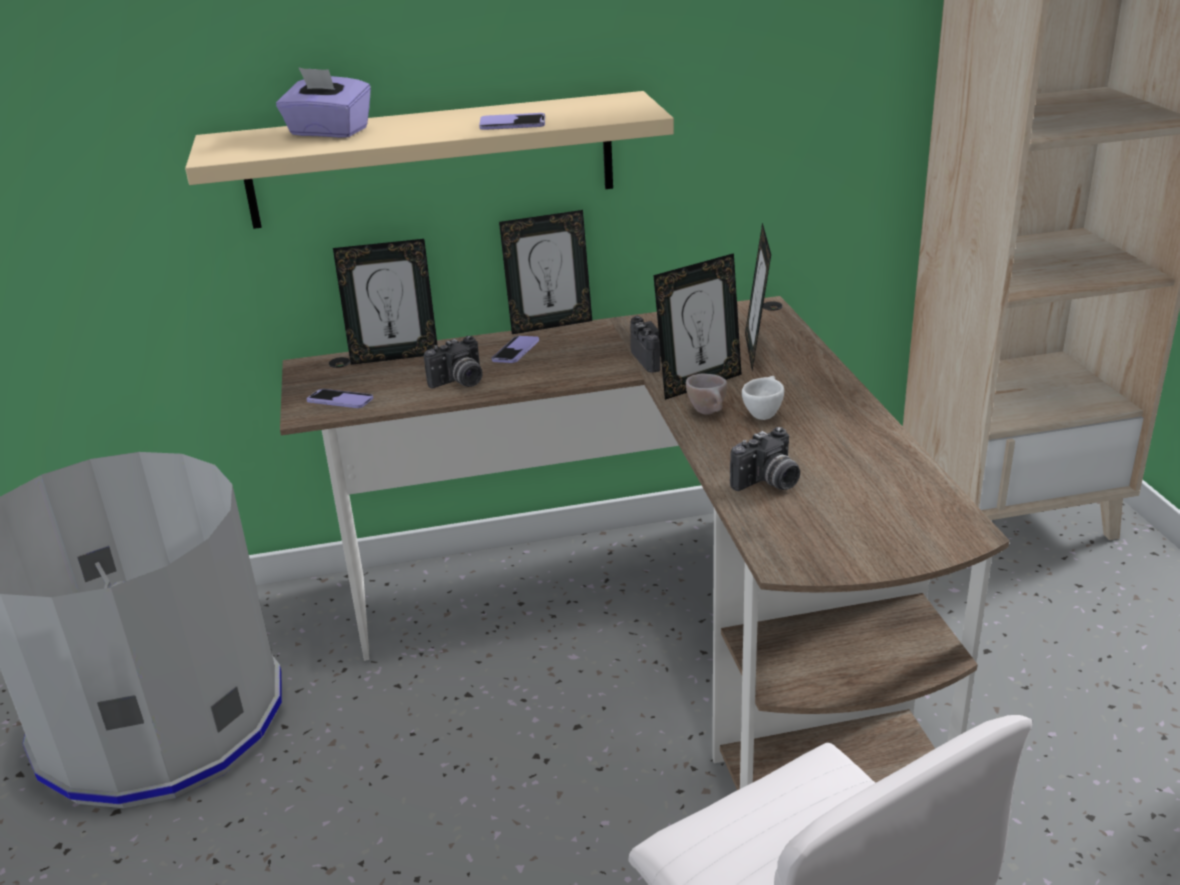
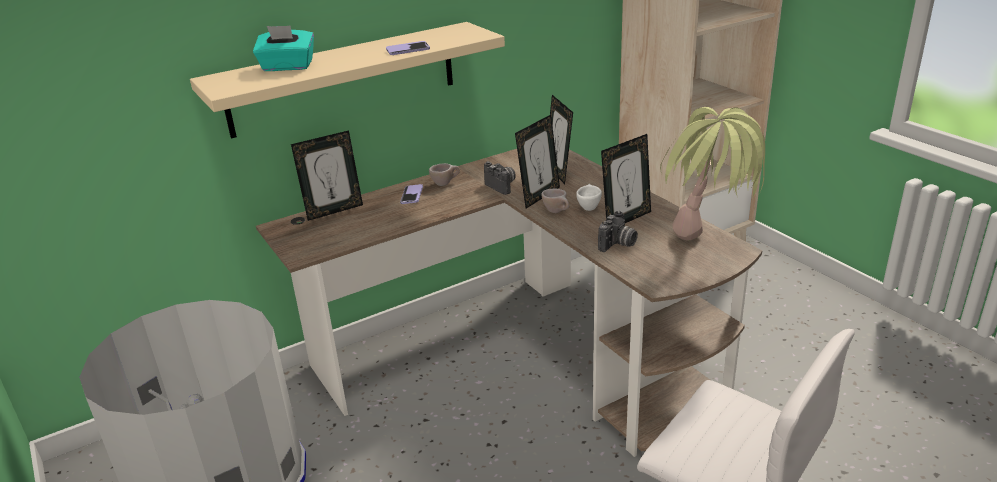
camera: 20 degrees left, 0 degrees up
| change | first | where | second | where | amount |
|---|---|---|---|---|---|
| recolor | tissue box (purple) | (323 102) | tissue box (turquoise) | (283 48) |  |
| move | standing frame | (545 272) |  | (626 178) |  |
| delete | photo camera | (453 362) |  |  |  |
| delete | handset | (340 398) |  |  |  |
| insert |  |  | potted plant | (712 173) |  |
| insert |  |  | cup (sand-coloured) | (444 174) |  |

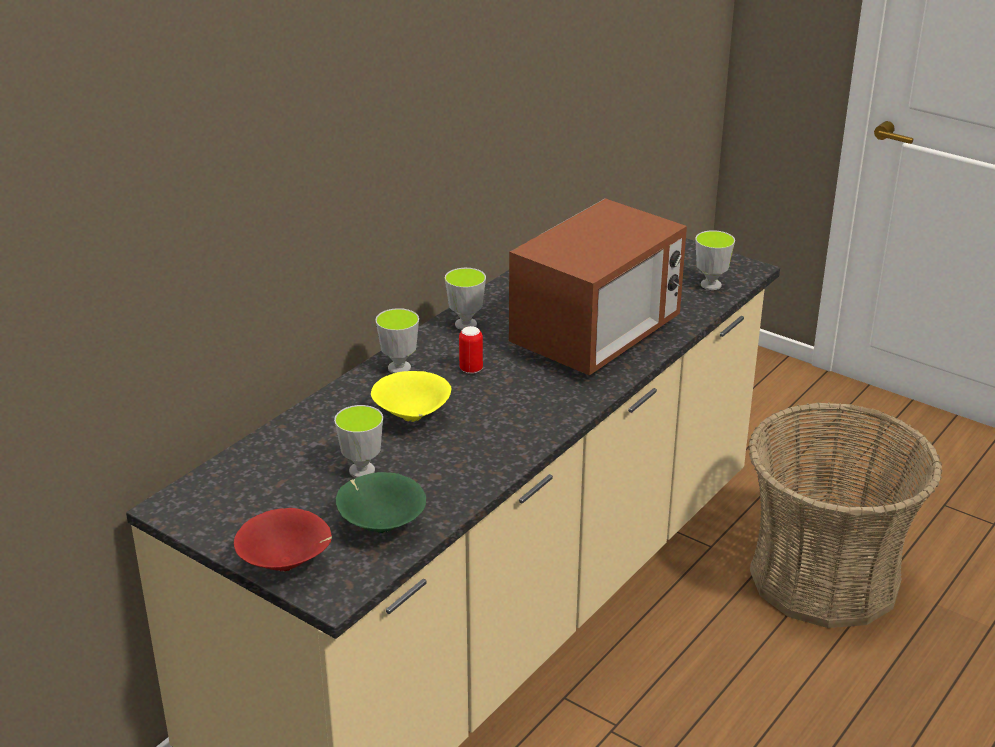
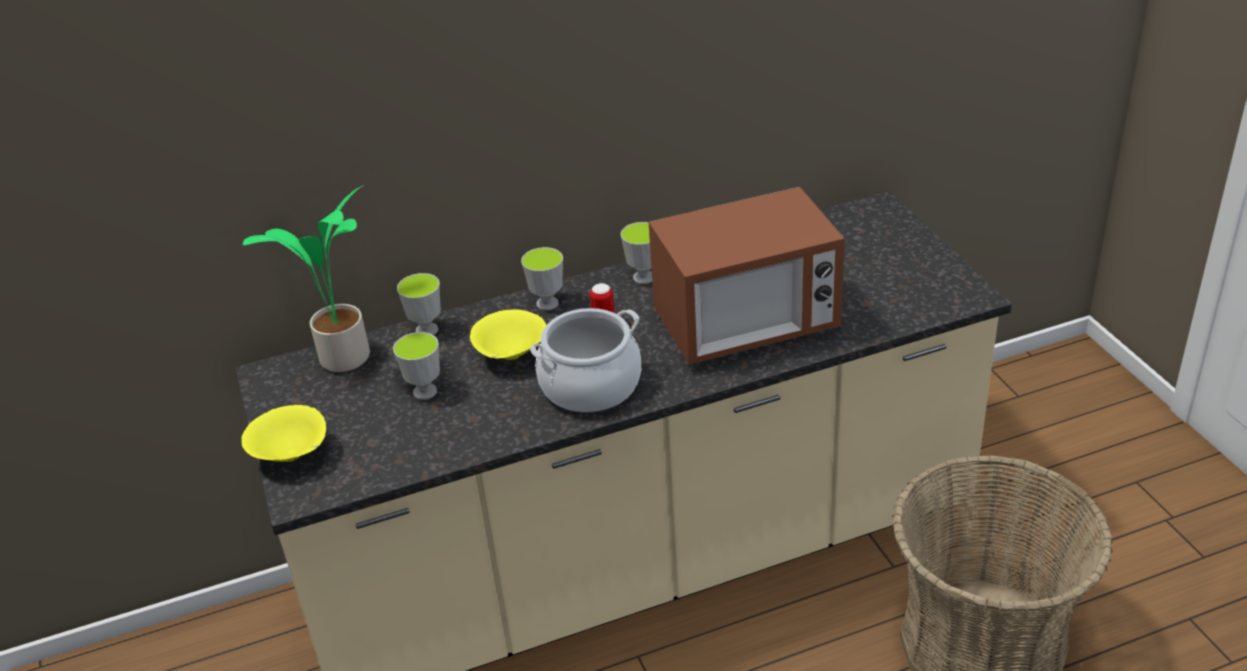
camera: 35 degrees right, 5 degrees up
| change | first | where | second | where | amount |
|---|---|---|---|---|---|
| move | cup | (715 260) |  | (419 304) |  |
| delete | bowl (green) | (381 502) |  |  |  |
| recolor | bowl (reddish) | (283 539) | bowl (yellow-coloured) | (283 433) |  |
| insert |  |  | potted plant | (306 278) |  |
| insert |  |  | stockpot | (585 360) |  |

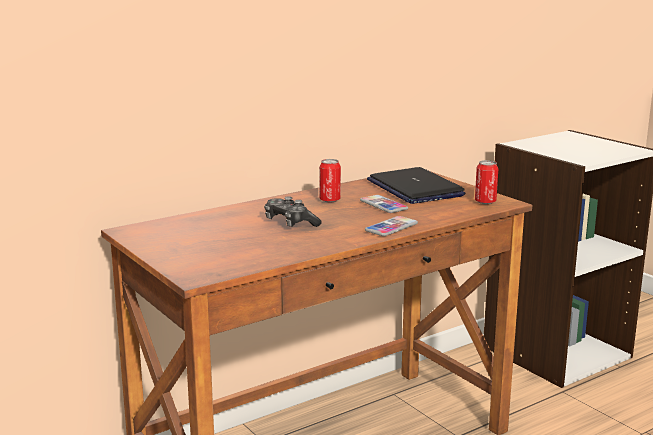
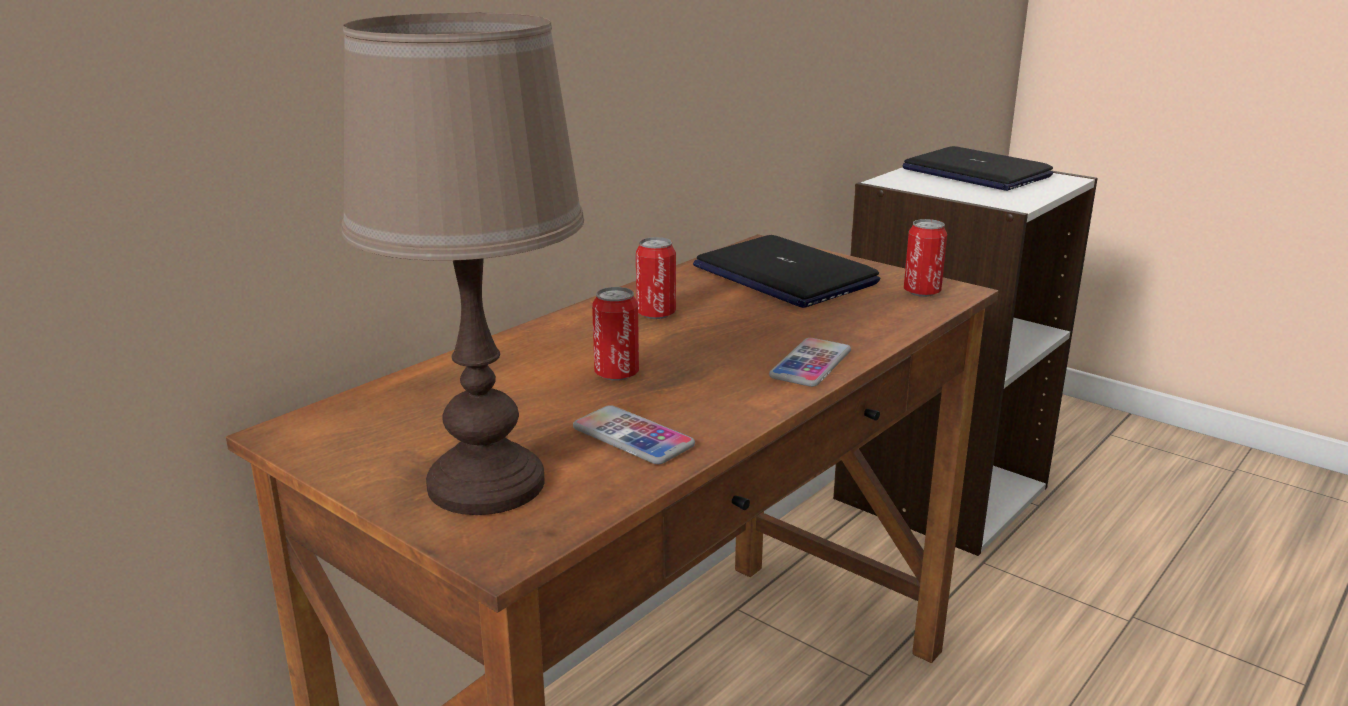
camera: 15 degrees left, 5 degrees up
| change | first | where | second | where | amount |
|---|---|---|---|---|---|
| move | handset | (384 204) |  | (634 434) |  |
| replace | gamepad | (293 211) | sealed can | (615 334) |  |
| insert |  |  | tabletop lamp (brown-coloured) | (462 263) |  |
| insert |  |  | portable computer | (978 168) |  |

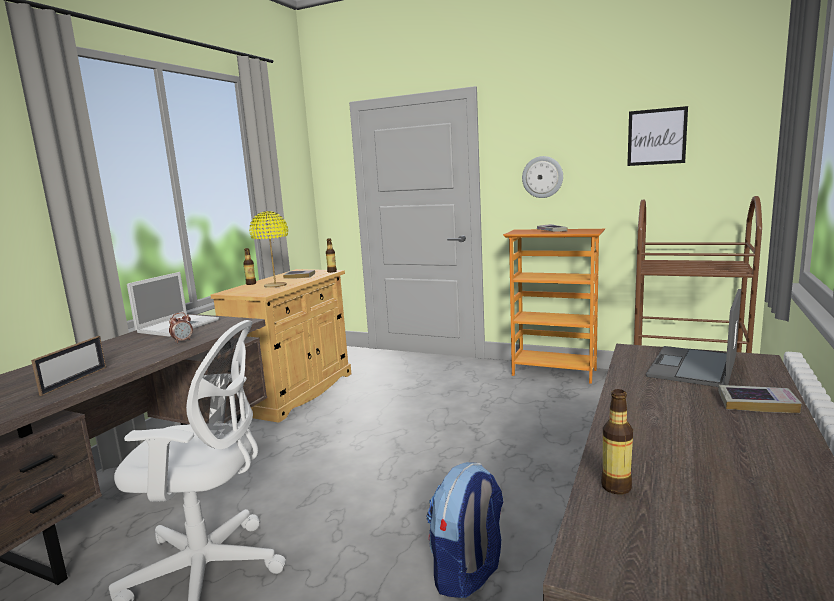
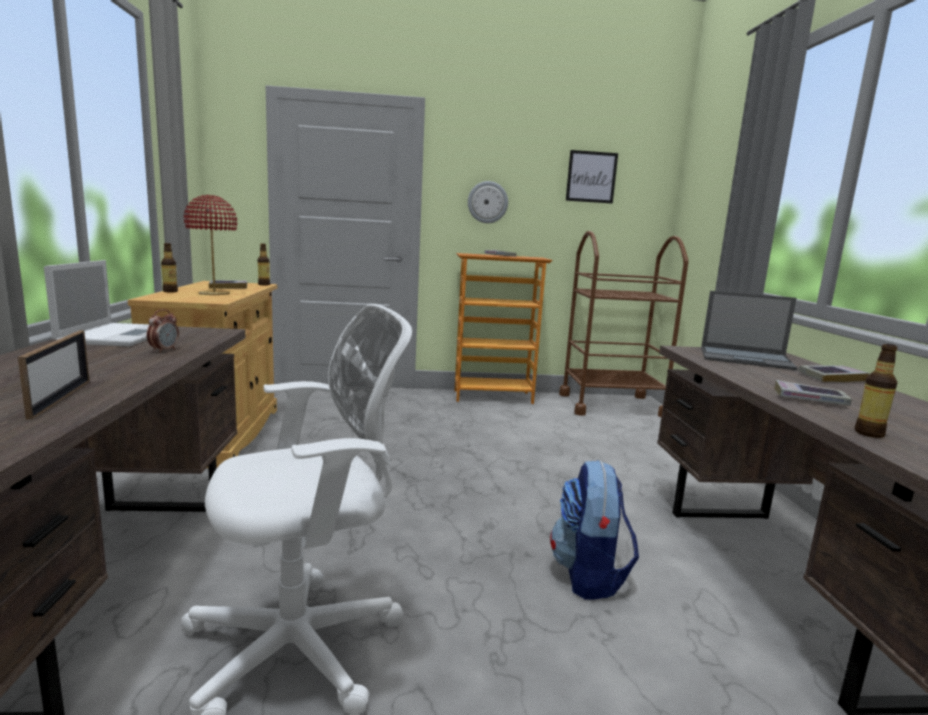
camera: 30 degrees left, 0 degrees up
| change | first | where | second | where | amount |
|---|---|---|---|---|---|
| recolor | tabletop lamp (yellow-coloured) | (268 249) | tabletop lamp (reddish) | (210 245) |  |
| rotate | portable computer | (693 338) |  | (749 330) | 75 degrees counterclockwise |
| insert |  |  | bound book | (813 393) |  |

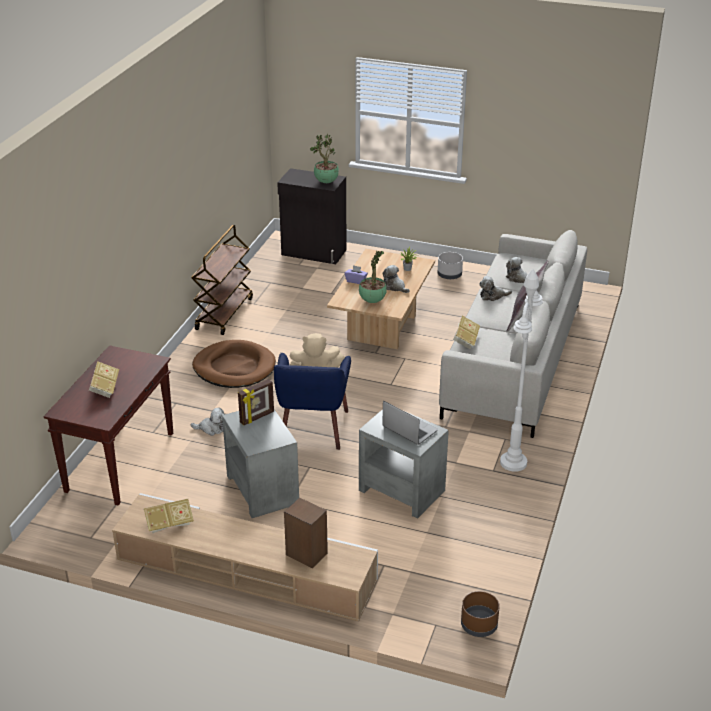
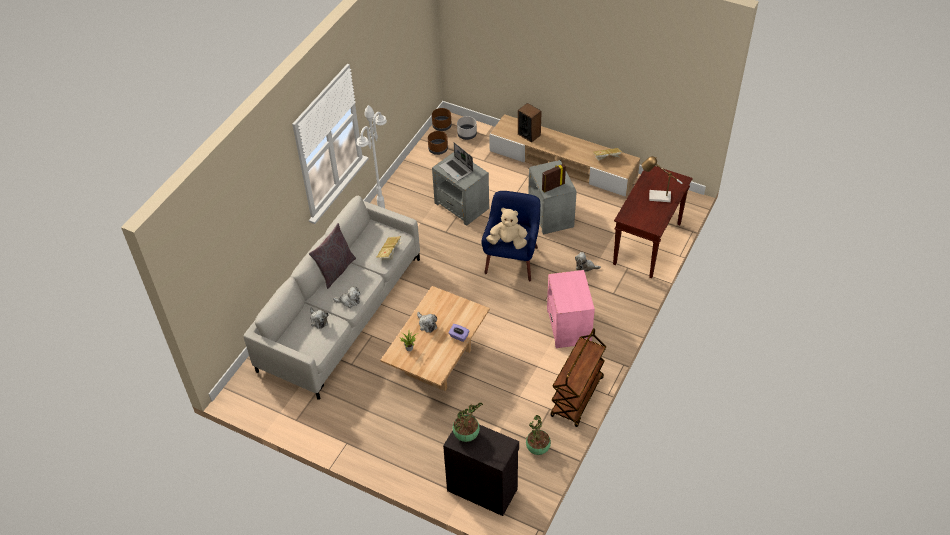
camera: 170 degrees left, 15 degrees up
| change | first | where | second | where | amount |
|---|---|---|---|---|---|
| move | potted plant | (373 277) |  | (538 435) |  |
| move | flower pot (gray) | (450 265) |  | (467 128) |  |
| replace | pet bed (brown-coloured) | (234 364) | accent table (pink) | (571 309) |  |
| replace | bound book | (104 379) | tabletop lamp | (661 179) |  |
| insert |  |  | flower pot (brown-coloured) | (438 143) |  |

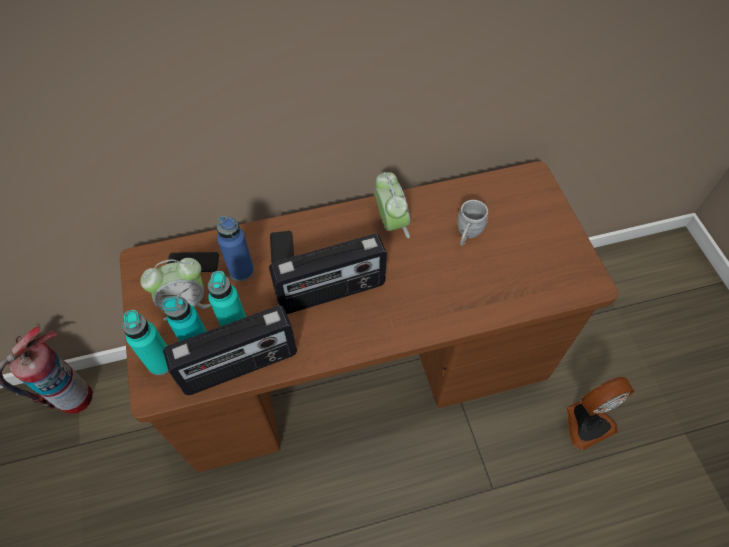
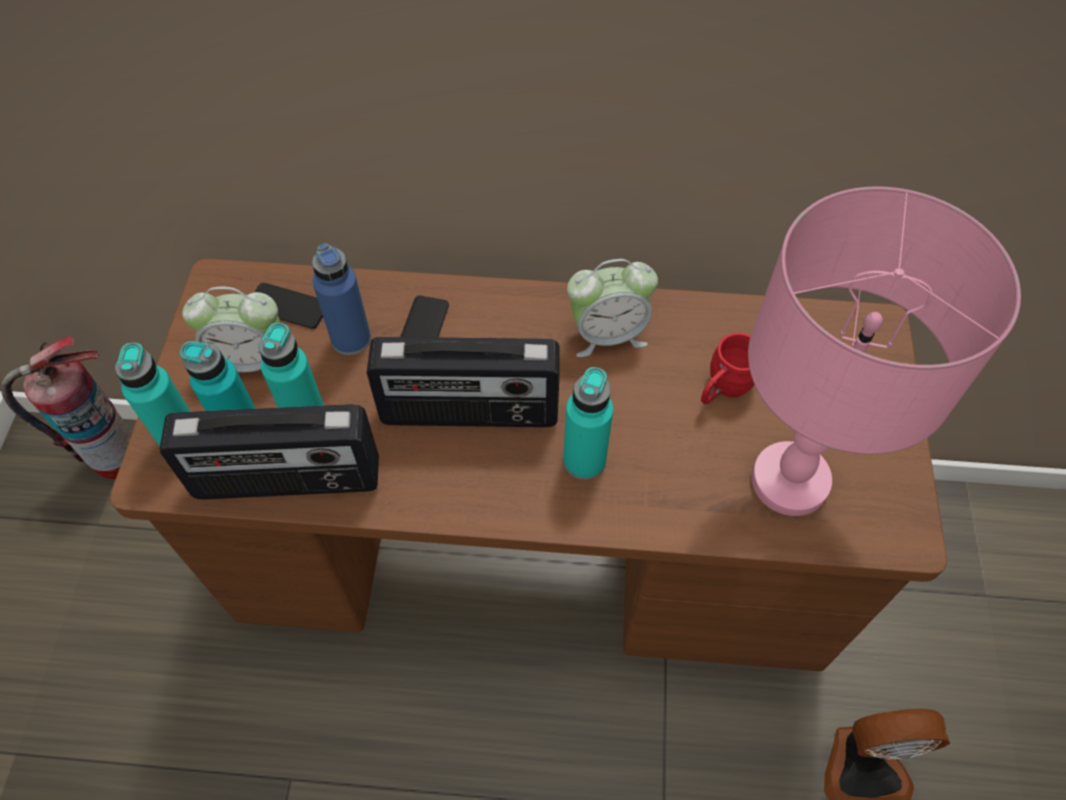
camera: 20 degrees right, 0 degrees up
| change | first | where | second | where | amount |
|---|---|---|---|---|---|
| rotate | table clock | (392 205) |  | (612 308) | 75 degrees clockwise |
| recolor | mug (gray) | (472 223) | mug (reddish) | (728 368) |  |
| insert |  |  | tabletop lamp (pink) | (884 351) |  |
| insert |  |  | bottle (turquoise) | (588 423) |  |

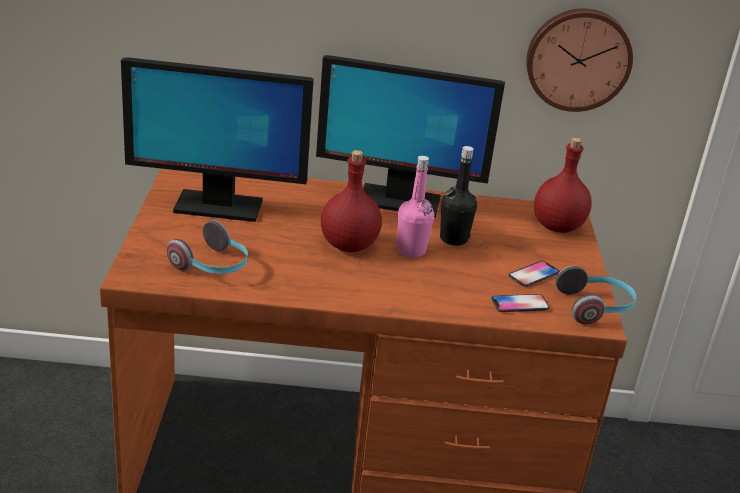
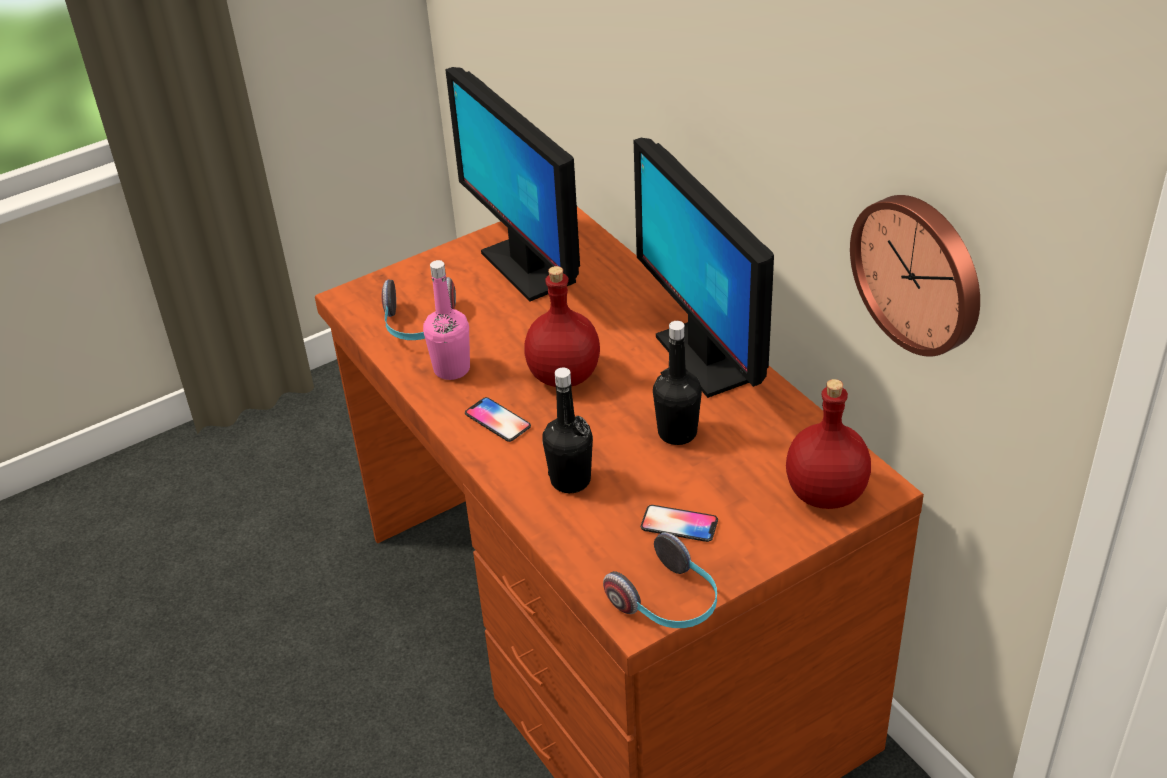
camera: 60 degrees right, 10 degrees up
| change | first | where | second | where | amount |
|---|---|---|---|---|---|
| move | bottle (pink) | (415 207) |  | (446 320) |  |
| move | handset | (520 303) |  | (498 419) |  |
| insert |  |  | bottle (black) | (567 430) |  |

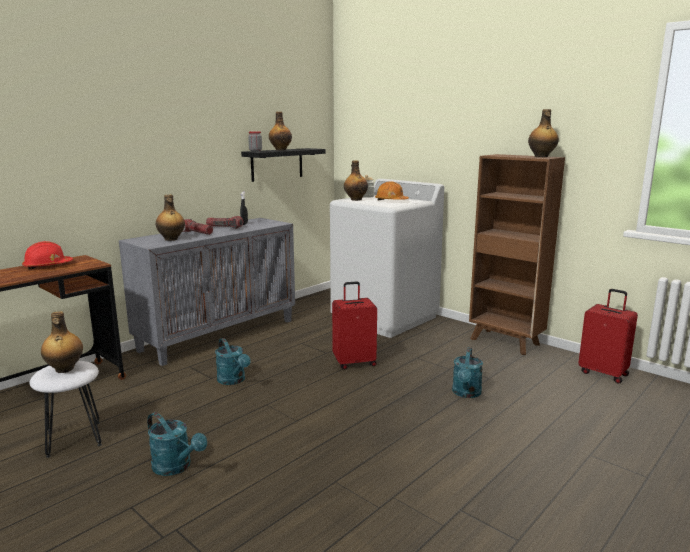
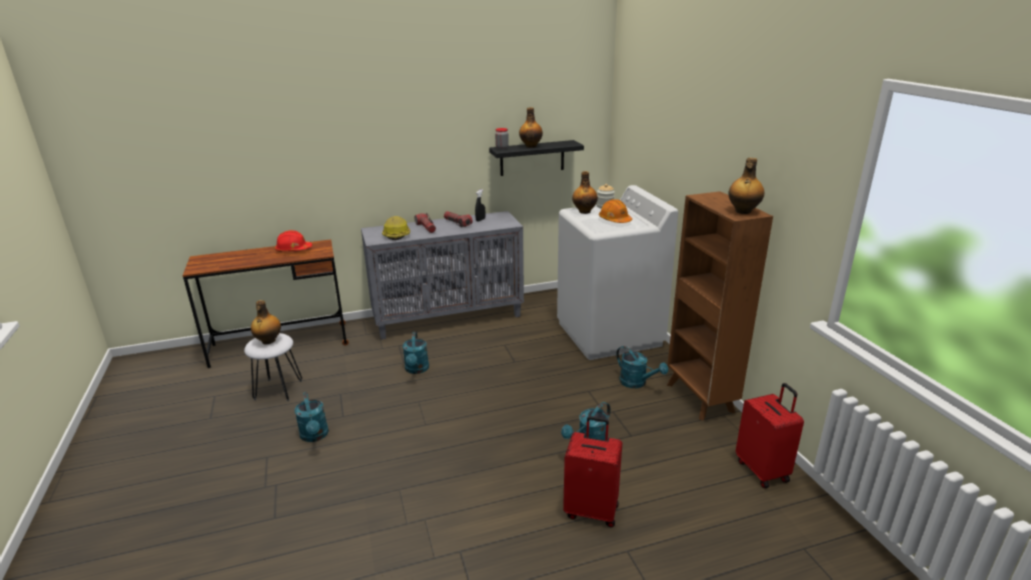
camera: 30 degrees right, 10 degrees up
| change | first | where | second | where | amount |
|---|---|---|---|---|---|
| replace | bottle | (170 217) | safety helmet | (396 228) |  |
| move | travel case (reddish) | (354 325) |  | (592 471) |  |
| insert |  |  | watering pot (turquoise) | (642 367) |  |

